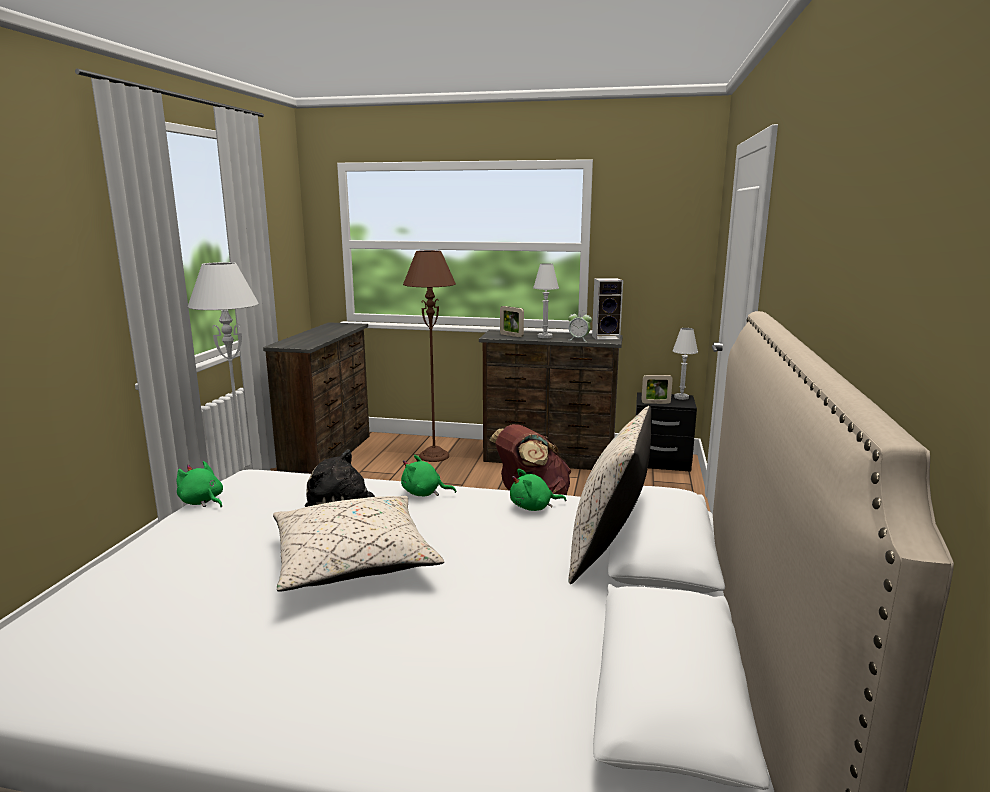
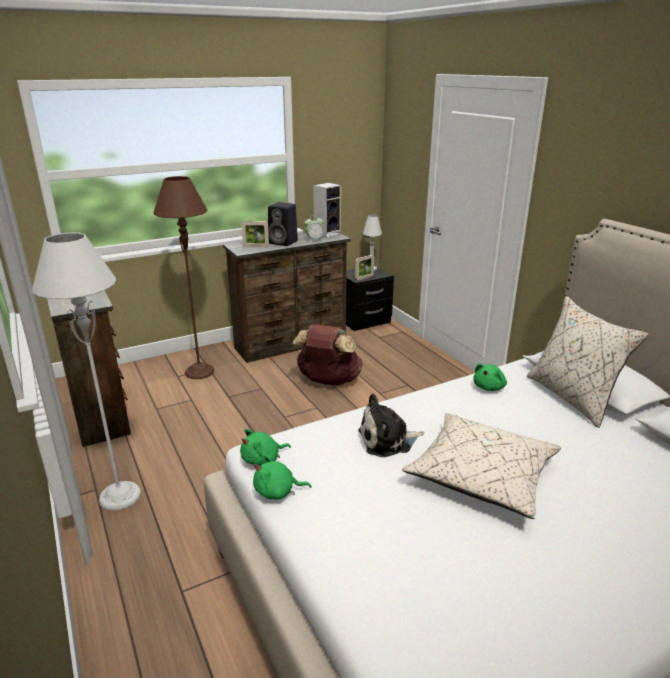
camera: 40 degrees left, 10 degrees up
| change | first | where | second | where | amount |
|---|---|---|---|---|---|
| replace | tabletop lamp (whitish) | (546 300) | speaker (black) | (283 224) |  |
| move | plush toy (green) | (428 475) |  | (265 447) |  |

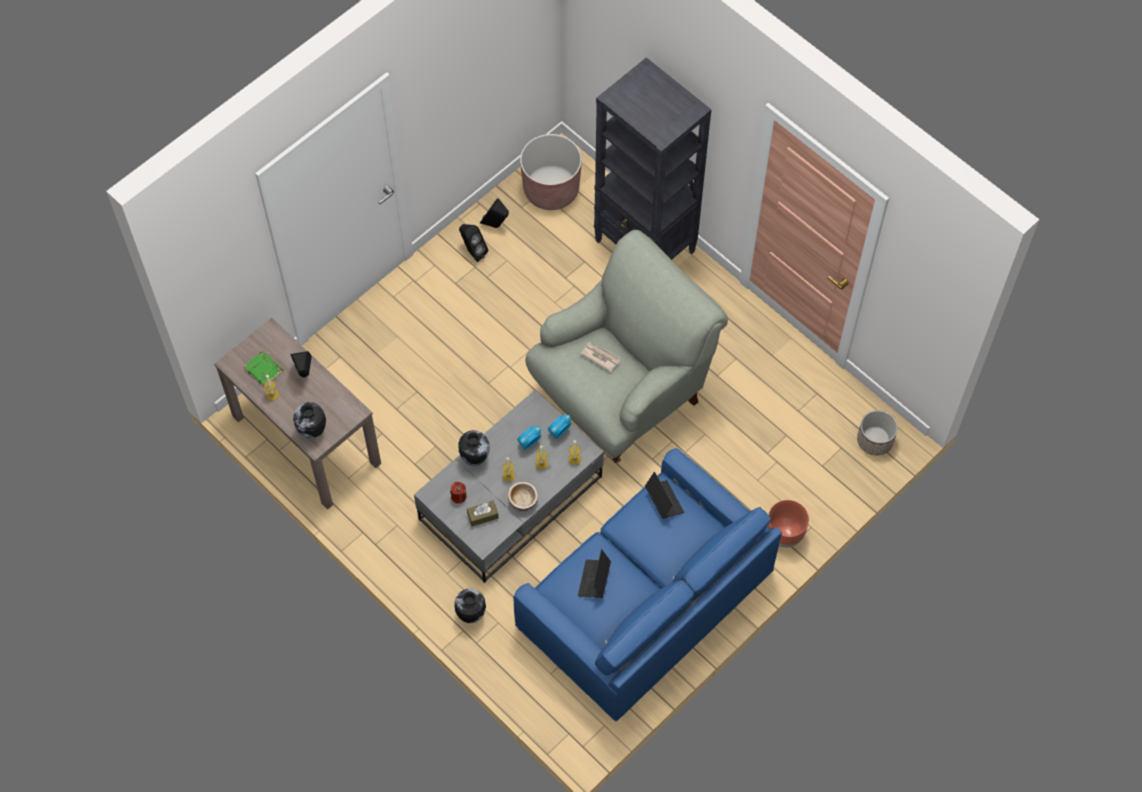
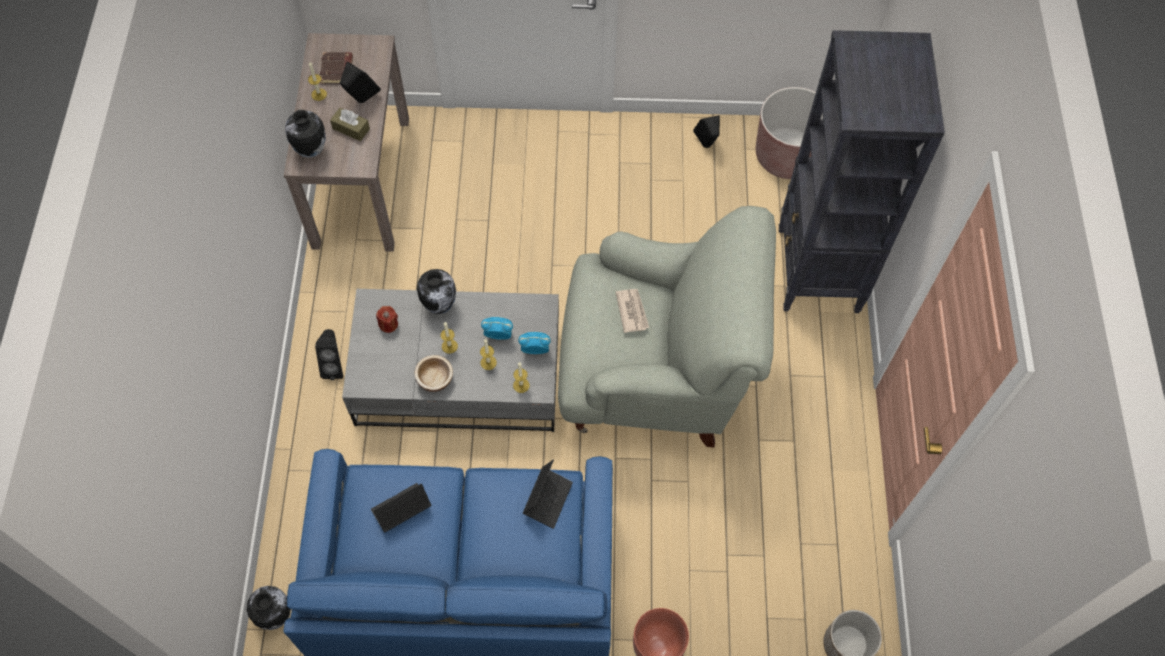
camera: 45 degrees right, 0 degrees up
| change | first | where | second | where | amount |
|---|---|---|---|---|---|
| move | speaker (black) | (473 243) |  | (329 354) |  |
| recolor | bound book (green) | (264 368) | bound book (brown-coloured) | (336 68) |  |
| move | tissue box (brown-coloured) | (483 513) |  | (350 124) |  |
| move | decorative vase | (470 606) |  | (268 608) |  |

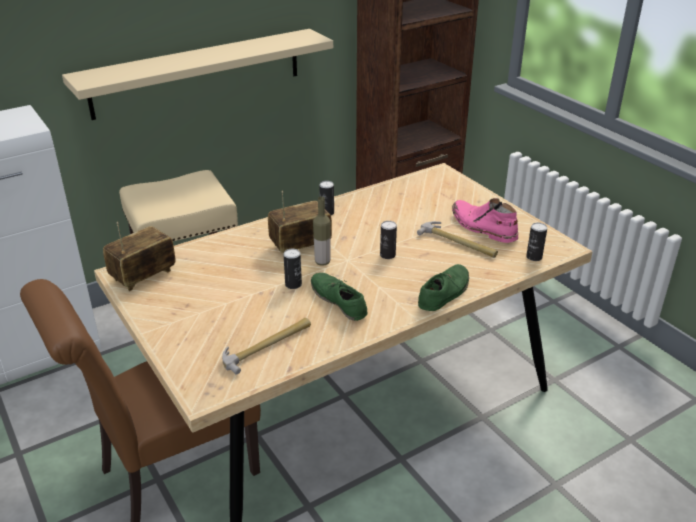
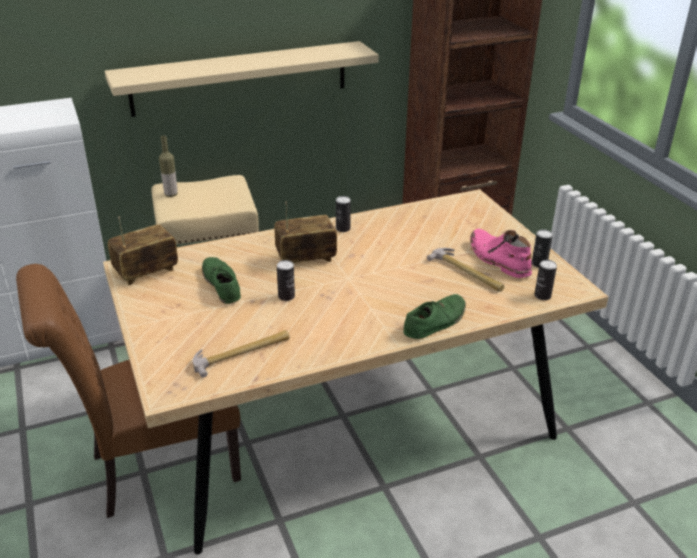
camera: 10 degrees right, 0 degrees up
| change | first | where | second | where | amount |
|---|---|---|---|---|---|
| move | bottle | (322 231) |  | (168 166) |  |
| move | sealed can | (388 240) |  | (542 248) |  |
| move | shoe (green) | (339 297) |  | (221 280) |  |

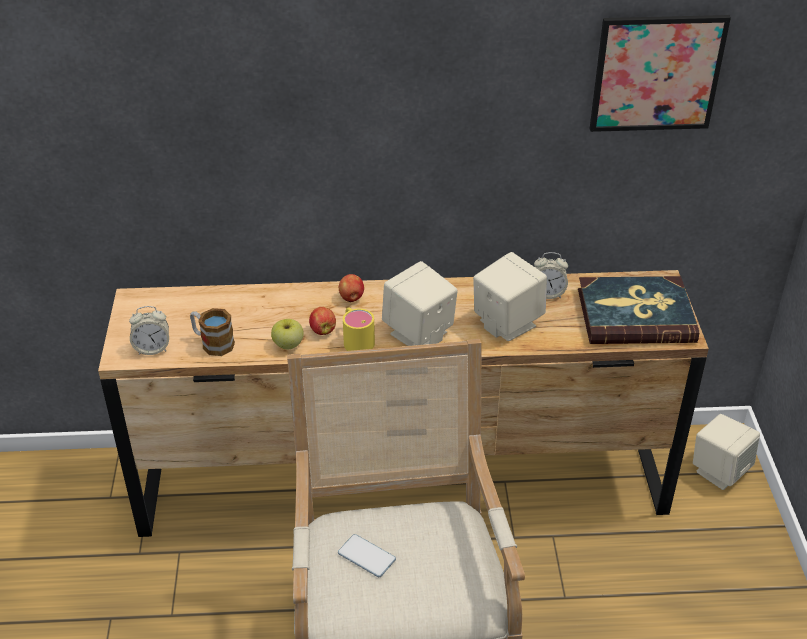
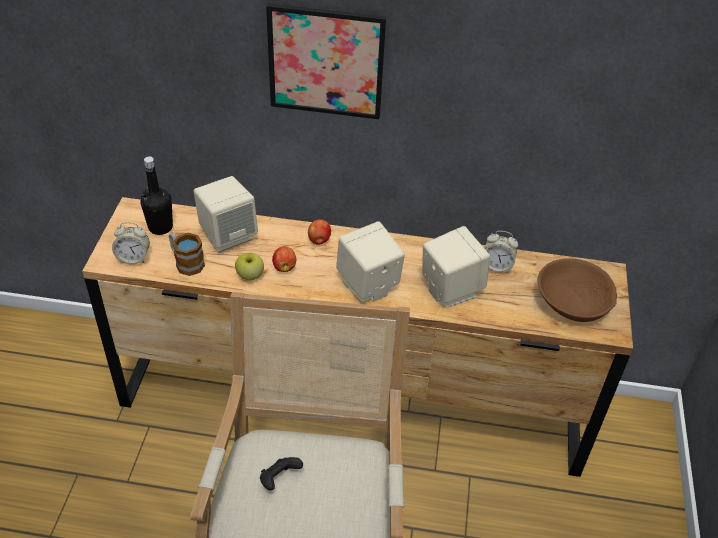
camera: 10 degrees right, 5 degrees up
| change | first | where | second | where | amount |
|---|---|---|---|---|---|
| move | wall art | (660 73) |  | (326 61) |  |
| replace | bound book | (638 310) | bowl (brown-coloured) | (577 290) |  |
| delete | mug (yellow-coloured) | (359 329) |  |  |  |
| move | speaker (sand-coloured) | (726 452) |  | (226 214) |  |
| replace | handset | (367 555) | gamepad (black) | (281 473) |  |
| insert |  |  | bottle (black) | (156 195) |  |

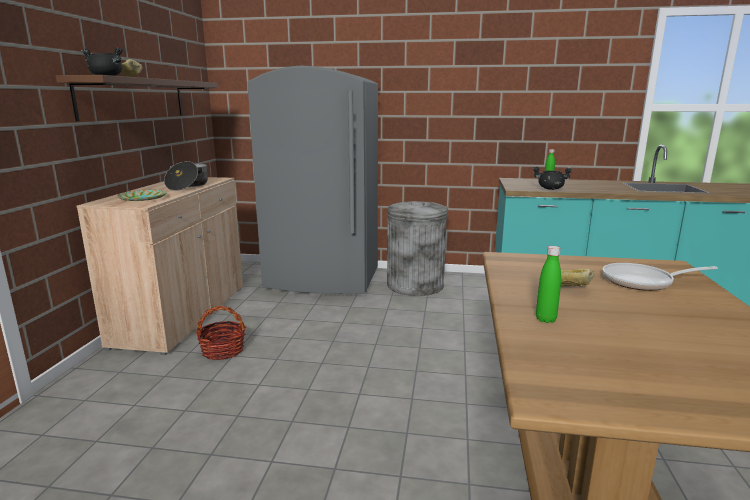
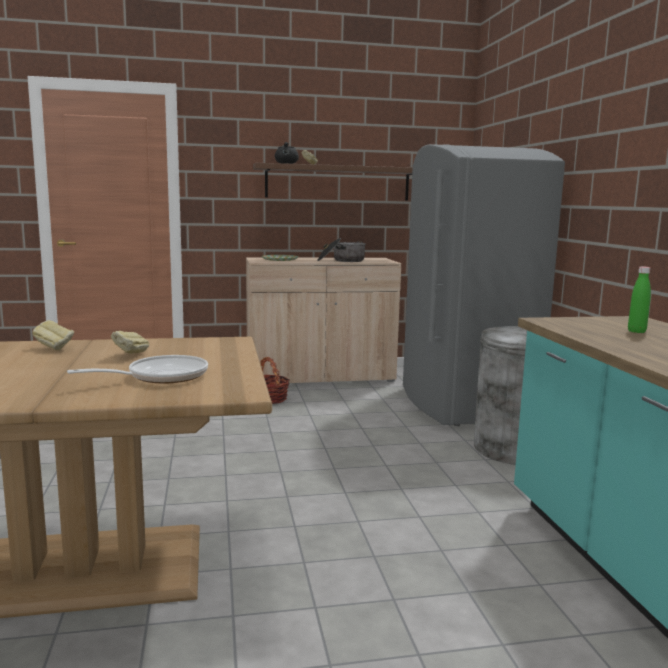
camera: 70 degrees right, 5 degrees down
| change | first | where | second | where | amount |
|---|---|---|---|---|---|
| delete | stockpot (black) | (552 178) |  |  |  |
| replace | bottle (green) | (548 284) | bread | (53 335) |  |
| rotate | pan | (660 277) |  | (137 369) | 75 degrees clockwise |

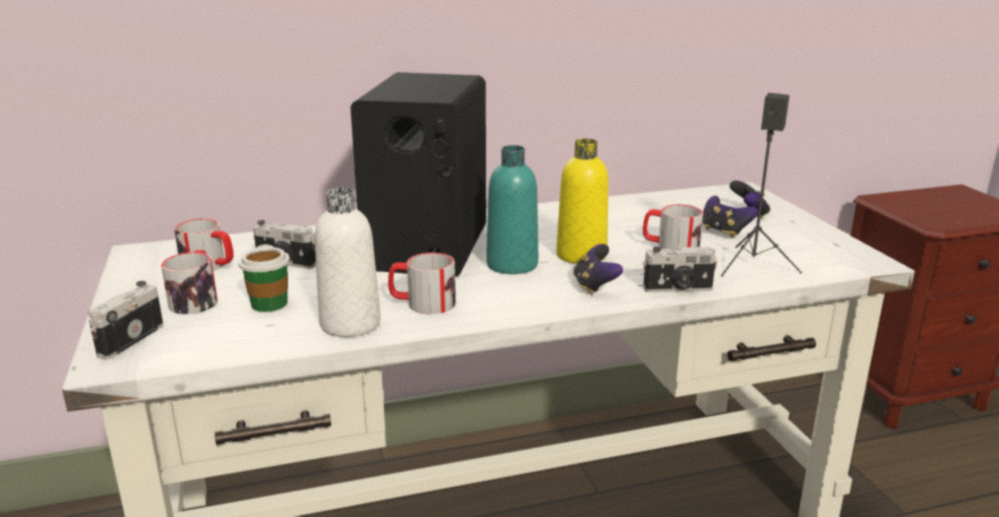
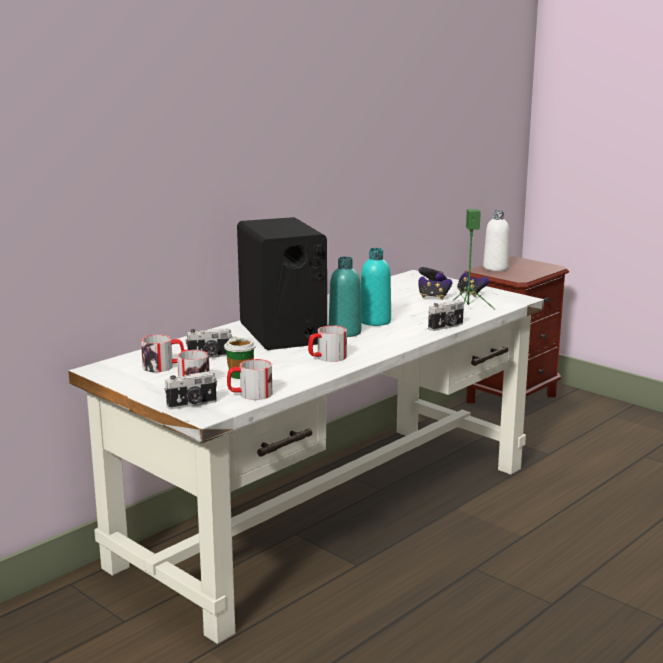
camera: 30 degrees left, 5 degrees down
| change | first | where | second | where | amount |
|---|---|---|---|---|---|
| recolor | speaker (black) | (761 185) | speaker (green) | (473 259) |  |
| recolor | bottle (yellow-coloured) | (582 201) | bottle (turquoise) | (376 287) |  |
| move | bottle (whitish) | (348 262) |  | (496 240) |  |
| move | mug | (673 227) |  | (249 379) |  |
| move | gamepad | (598 269) |  | (473 284) |  |
| rotate | photo camera | (125 320) |  | (191 390) | 105 degrees counterclockwise |

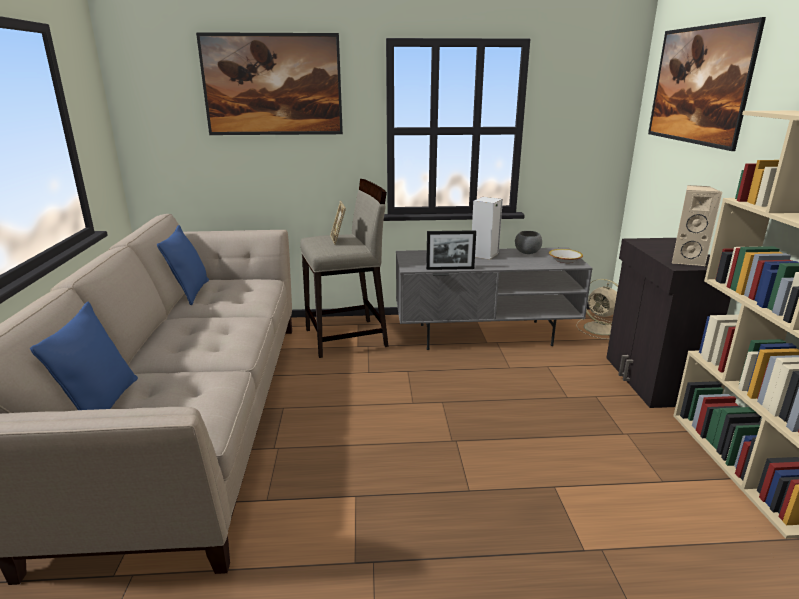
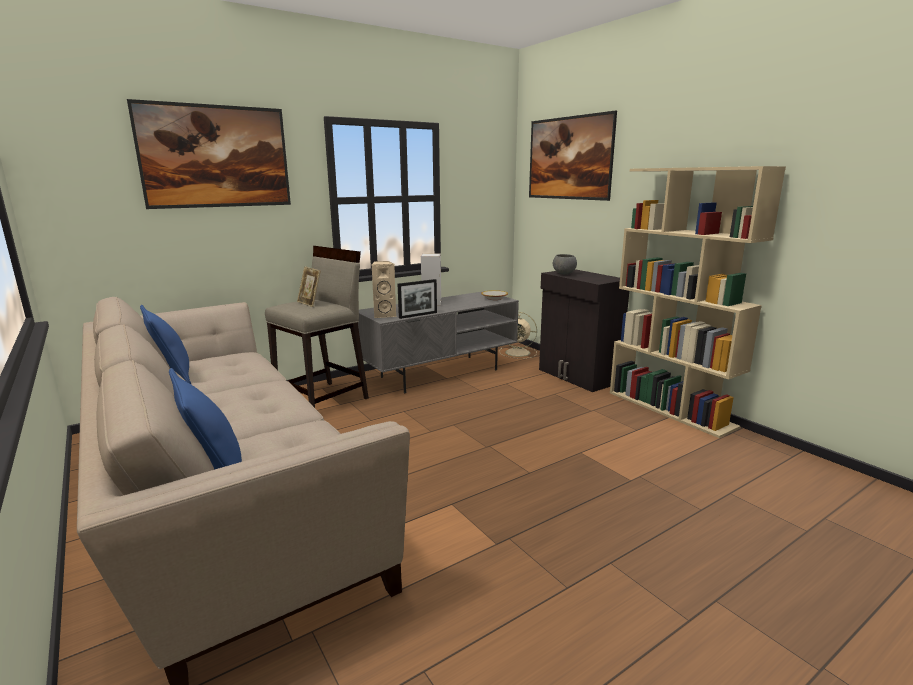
camera: 30 degrees left, 5 degrees down
| change | first | where | second | where | amount |
|---|---|---|---|---|---|
| move | speaker (sand-coloured) | (697 225) |  | (383 289) |  |
| move | bowl (gray) | (528 242) |  | (565 264) |  |

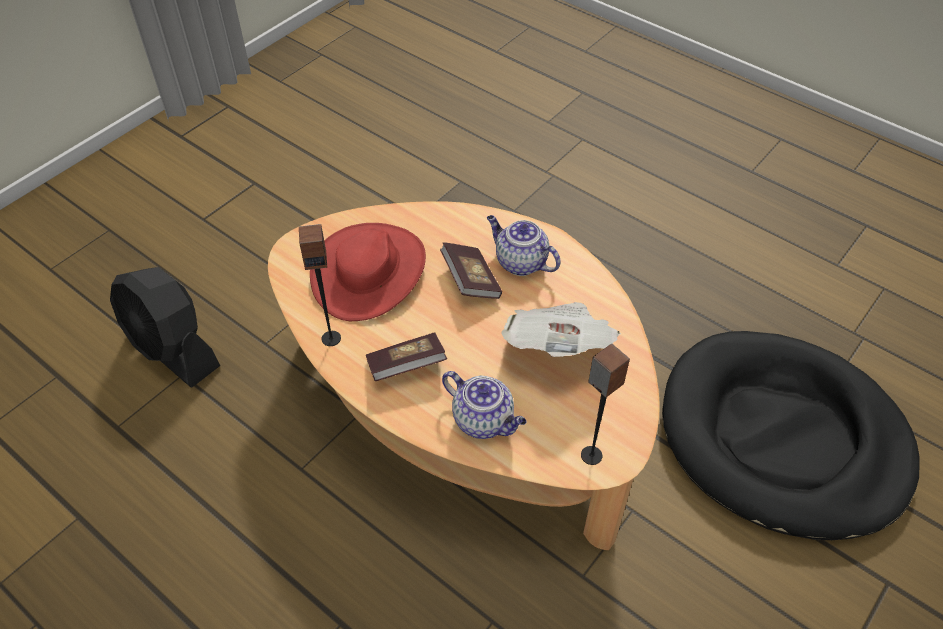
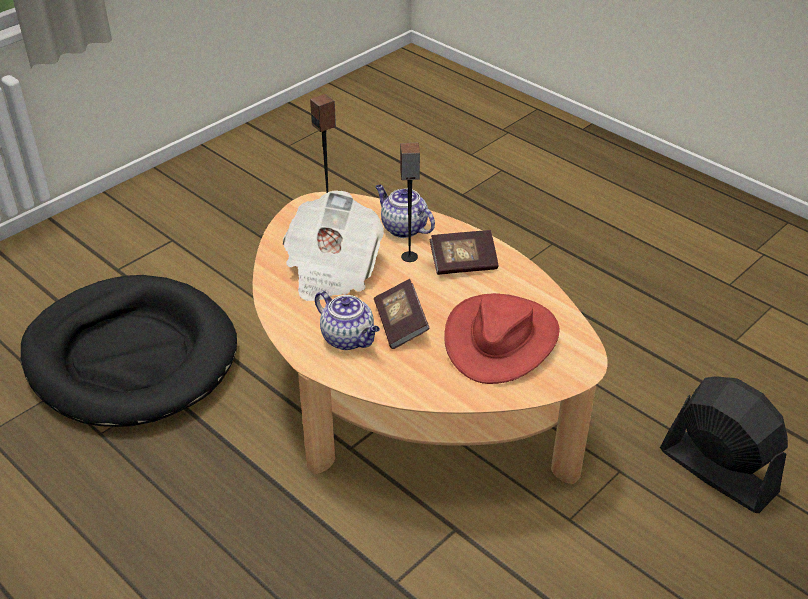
camera: 175 degrees left, 10 degrees down
| change | first | where | second | where | amount |
|---|---|---|---|---|---|
| move | speaker | (320 285) |  | (410 202) |  |

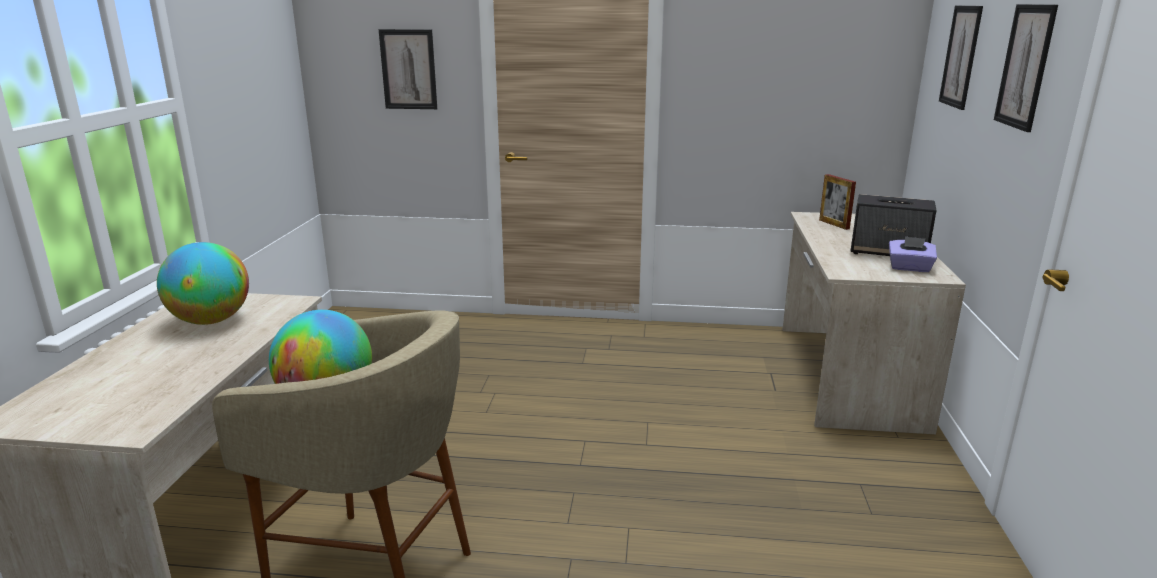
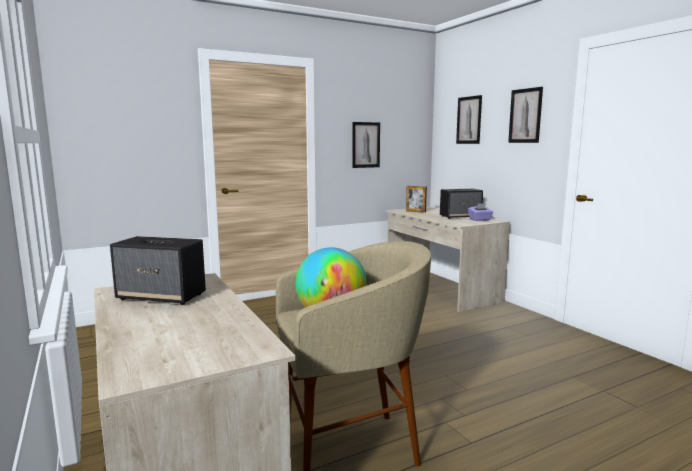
camera: 35 degrees left, 10 degrees down
| change | first | where | second | where | amount |
|---|---|---|---|---|---|
| move | wall art | (408 69) |  | (366 145) |  |
| replace | globe | (203 283) | speaker | (158 270) |  |

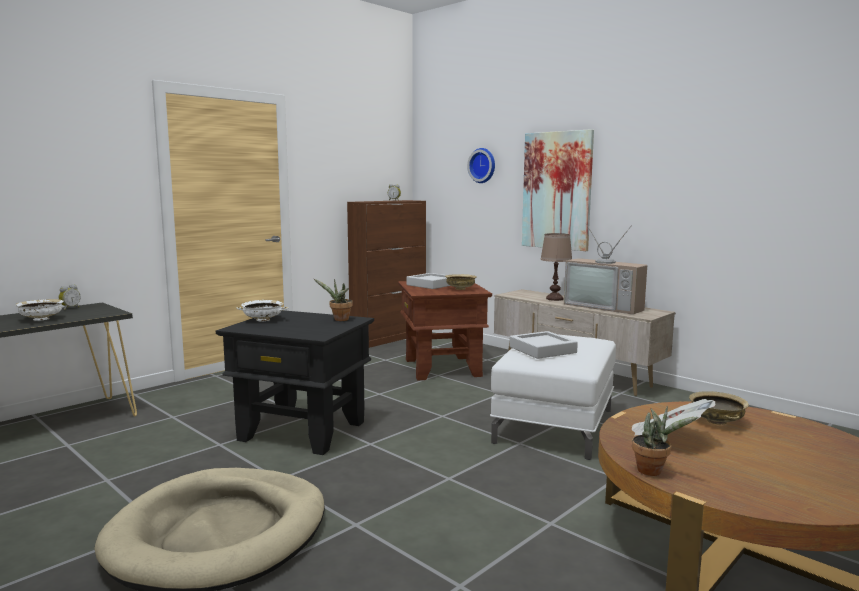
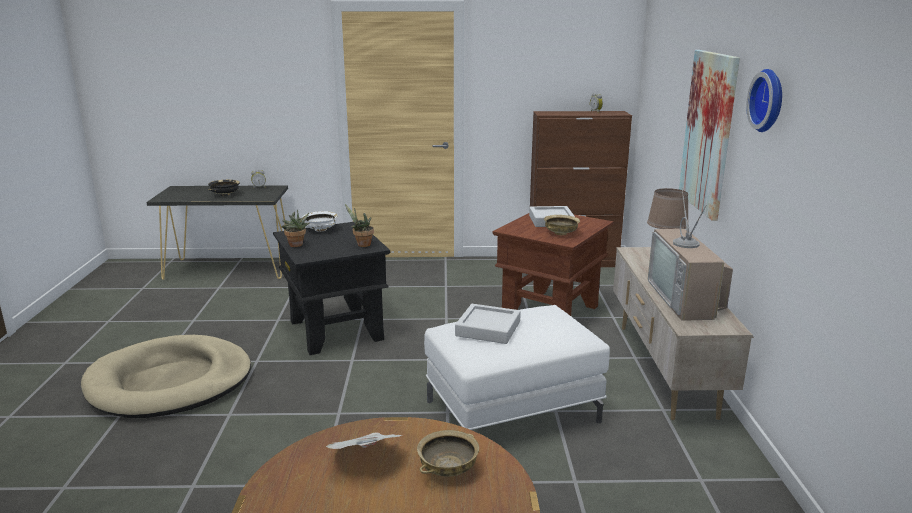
camera: 45 degrees right, 10 degrees up
| change | first | where | second | where | amount |
|---|---|---|---|---|---|
| move | clock on the wall | (481 165) |  | (764 100) |  |
| recolor | bowl (whitish) | (39 310) | bowl (black) | (224 188) |  |
| move | potted plant | (665 441) |  | (295 228) |  |

